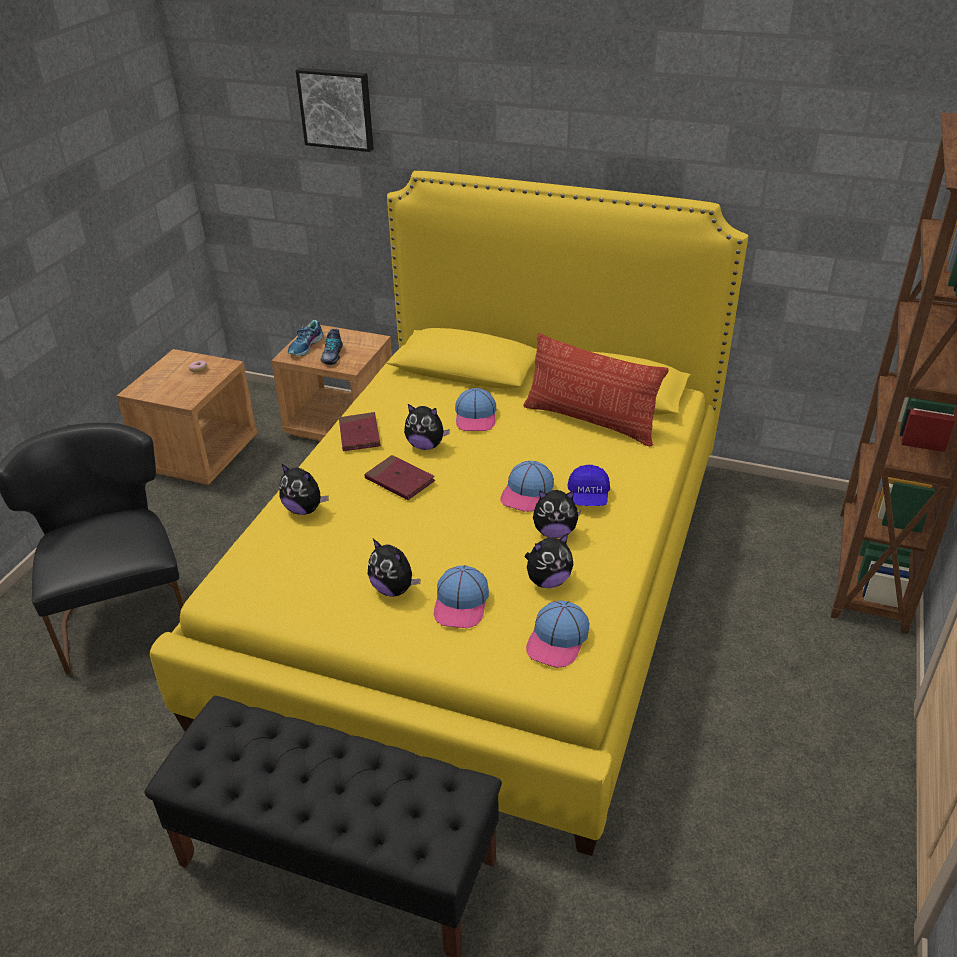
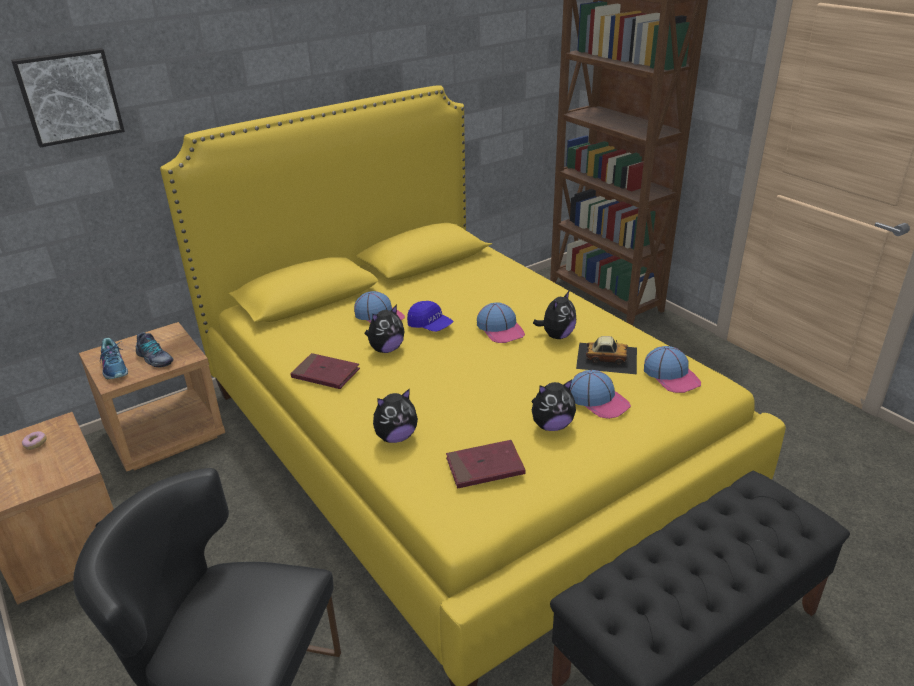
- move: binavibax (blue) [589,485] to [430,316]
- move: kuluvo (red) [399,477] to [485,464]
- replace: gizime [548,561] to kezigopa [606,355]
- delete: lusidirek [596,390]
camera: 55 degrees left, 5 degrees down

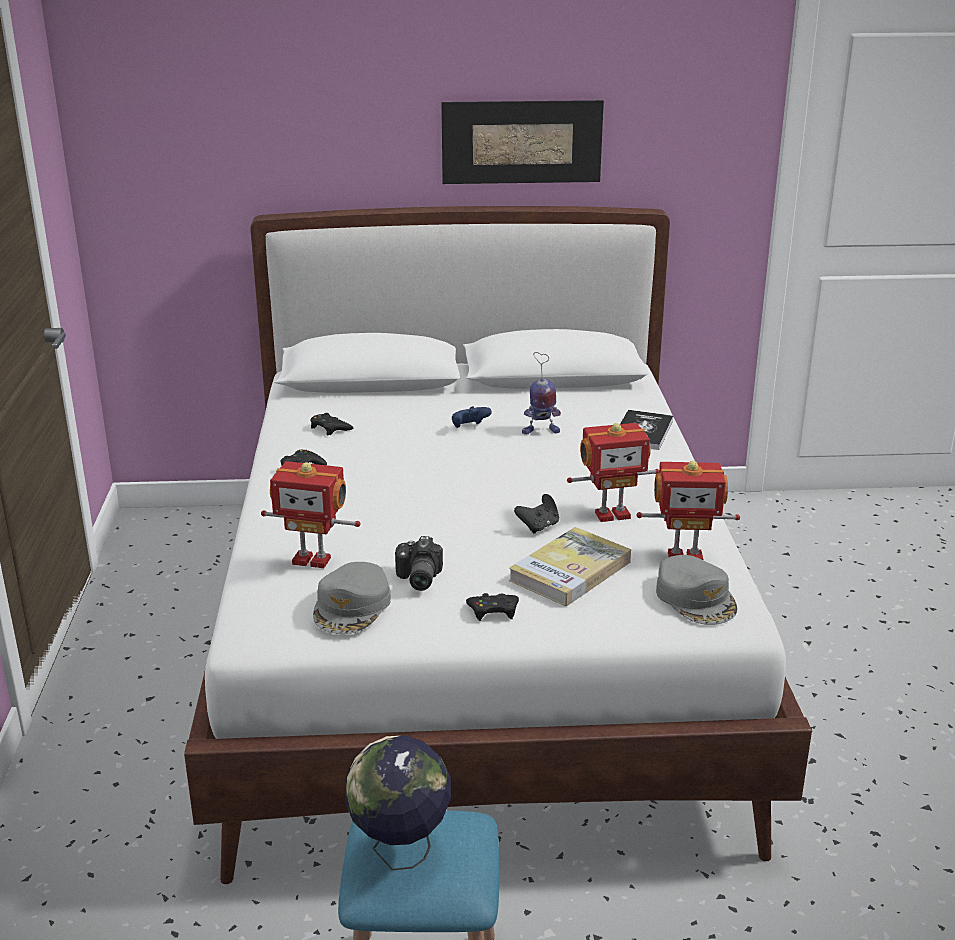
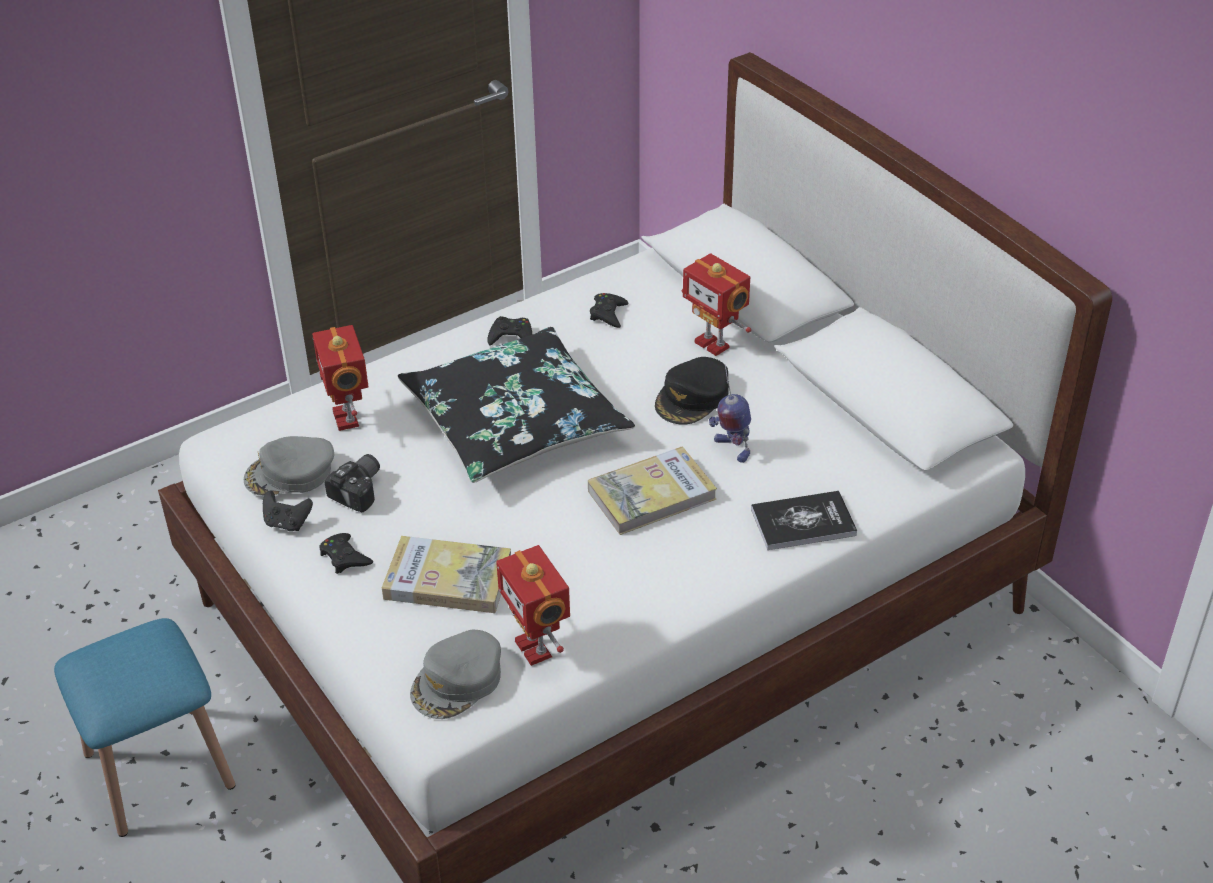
- move: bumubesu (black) [536,514] to [288,510]
- rotate: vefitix [419,563] = [352,483] 150 degrees clockwise
- insert: lusidirek (black) [516,405]
- insert: kuluvo [652,491]
- replace: bumubesu (blue) [472,417] to binavibax (black) [692,391]
- move: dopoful [613,472] to [716,304]
- delete: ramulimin [398,802]
- delete: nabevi [522,142]
camera: 60 degrees right, 15 degrees up

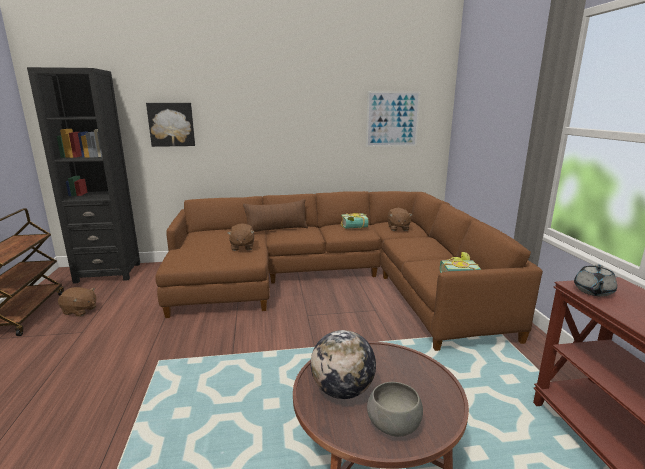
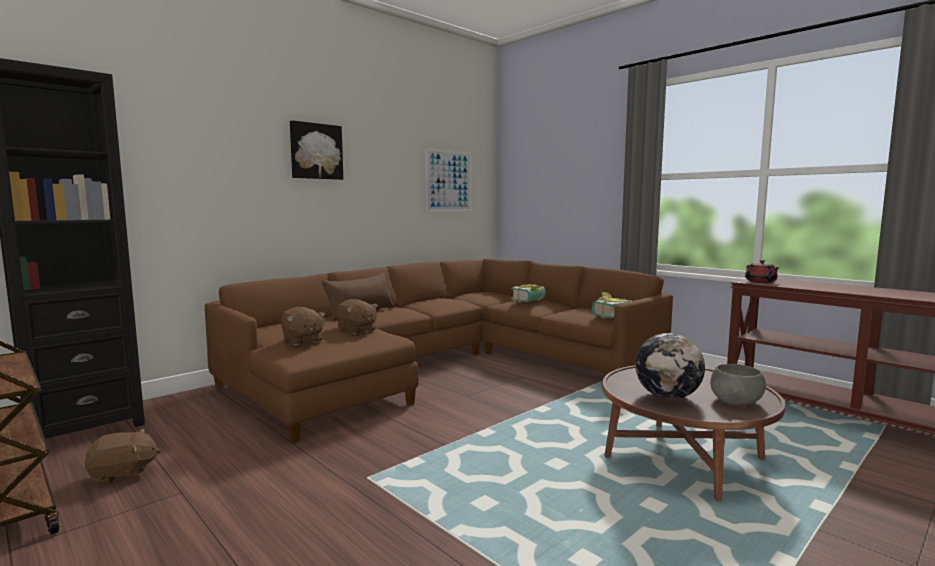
- move: gizime (brown) [400,219] to [303,326]
- move: nabevi [170,125] to [316,150]
- move: kuluvo [355,221] to [528,293]
- recolor: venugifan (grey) [595,280] to venugifan (red) [762,271]
camera: 35 degrees left, 10 degrees down

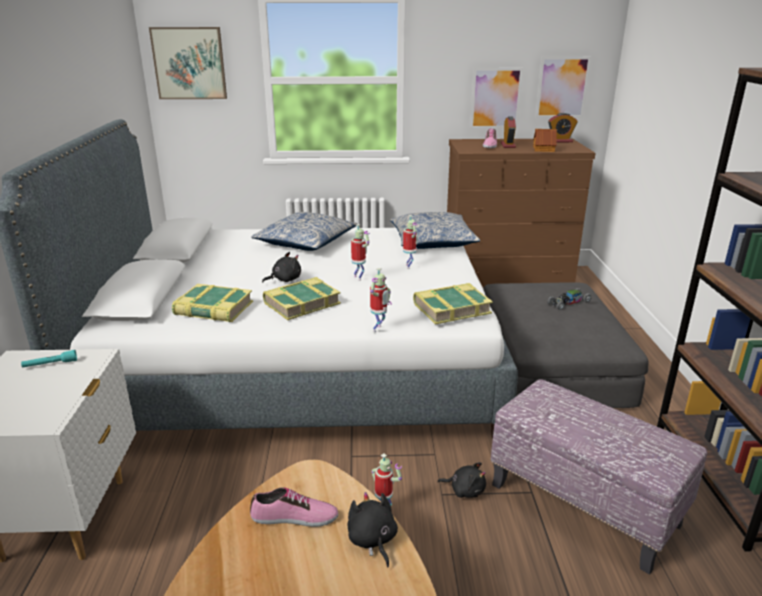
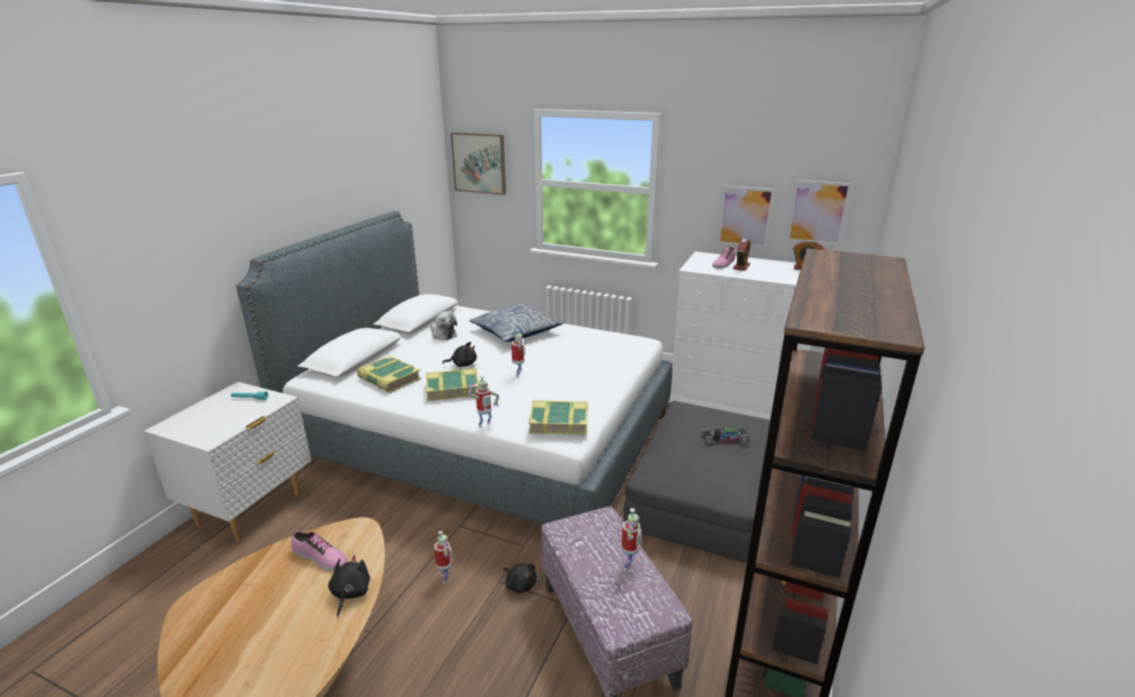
- insert: gizime [443,325]
- move: dopoful [410,242] to [631,539]
- recolor: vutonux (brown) [521,213] to vutonux (white) [739,335]
- delete: lusidirek [435,230]
- delete: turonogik [545,140]
camera: 25 degrees right, 0 degrees up

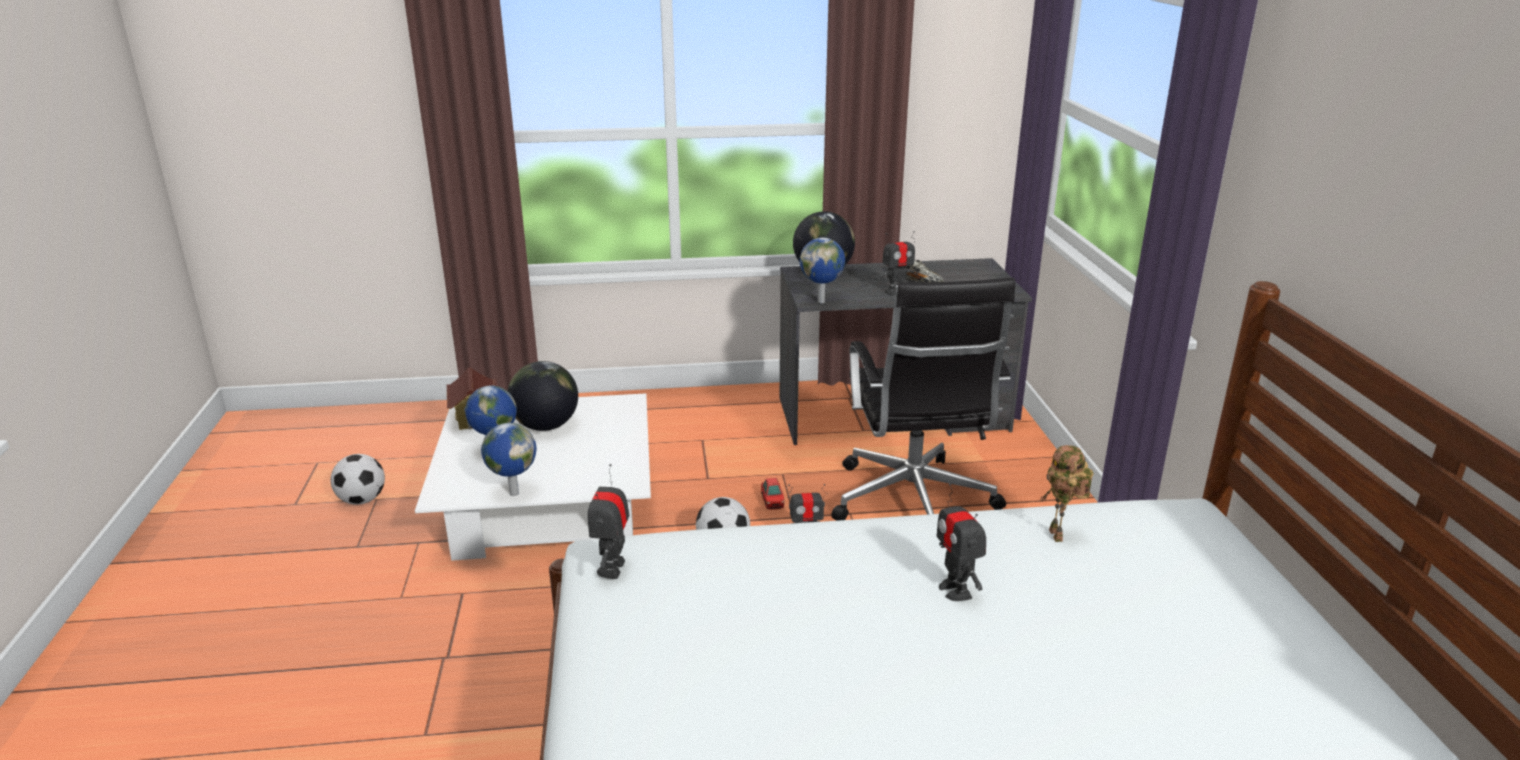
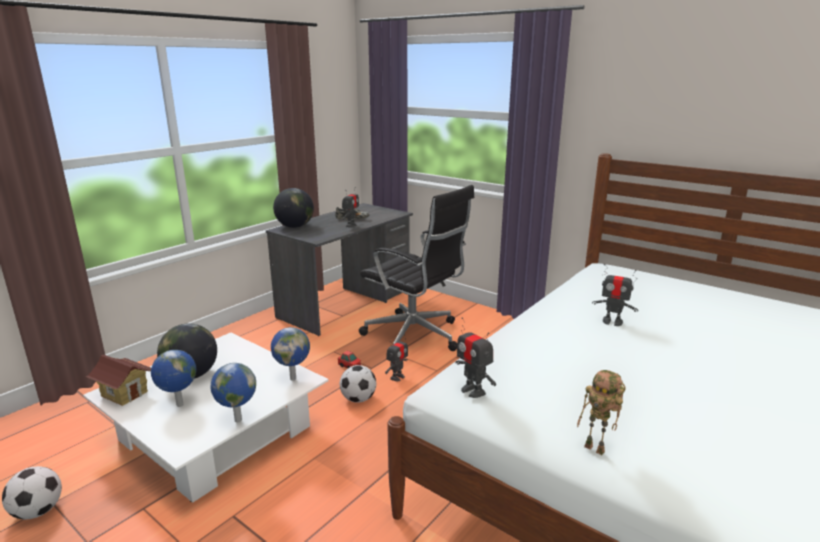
- move: ramulimin [822,270] to [290,354]
- move: dopoful [1067,493] to [601,412]
camera: 45 degrees left, 5 degrees down

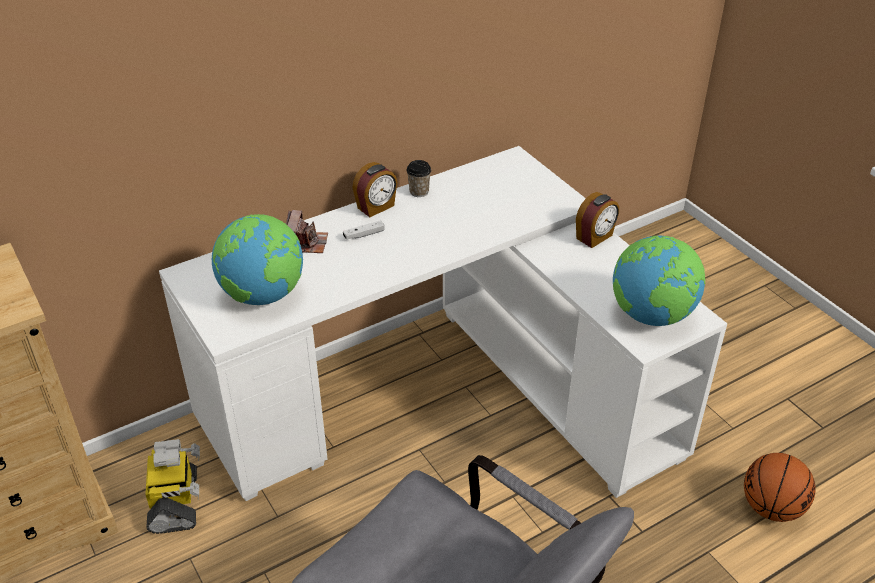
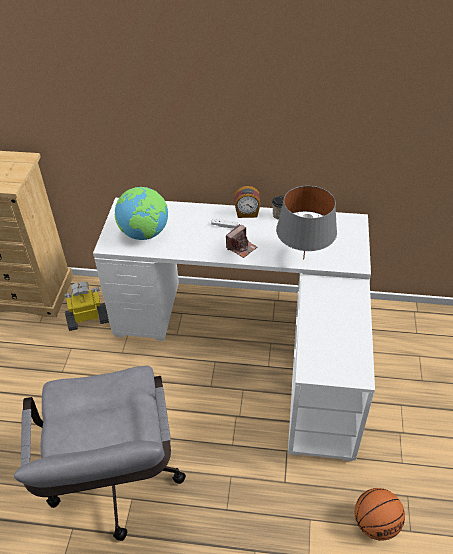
- rotate: dopoful [172,486] = [87,306] 135 degrees counterclockwise
- move: vefitix [307,231] to [241,241]
- insert: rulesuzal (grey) [306,223]
- delete: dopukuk [597,220]
- delete: ramulimin [659,281]
camera: 40 degrees right, 5 degrees up

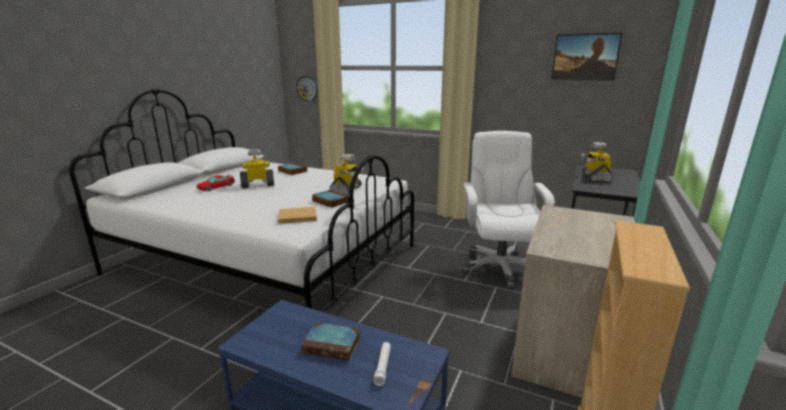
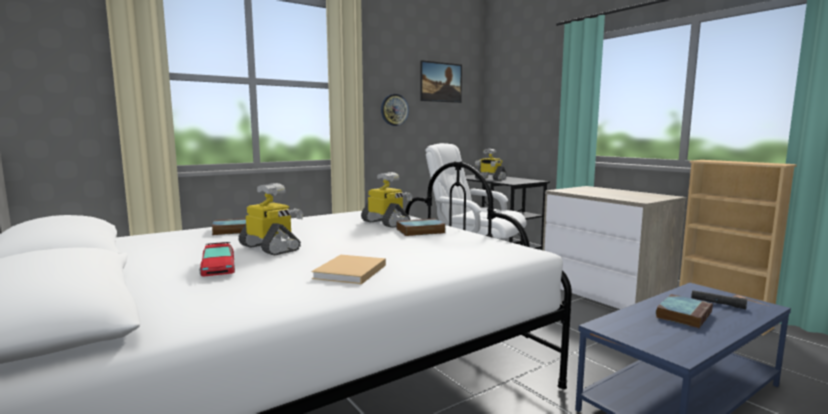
- rotate: dopoful [257,168] = [270,219] 120 degrees clockwise
- move: kuluvo (beige) [297,215] to [348,269]
- move: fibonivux [307,89] to [395,110]
- recolor: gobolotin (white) [382,364] to gobolotin (black) [719,299]
camera: 60 degrees left, 10 degrees down

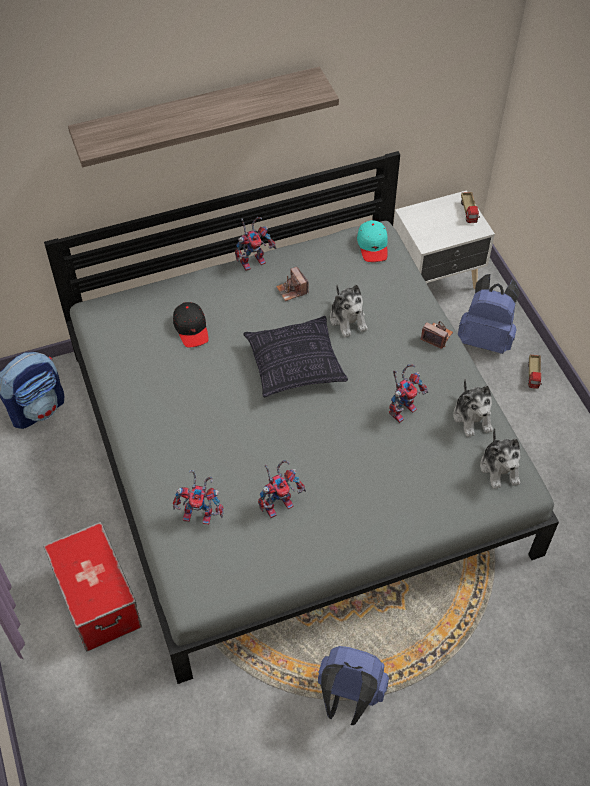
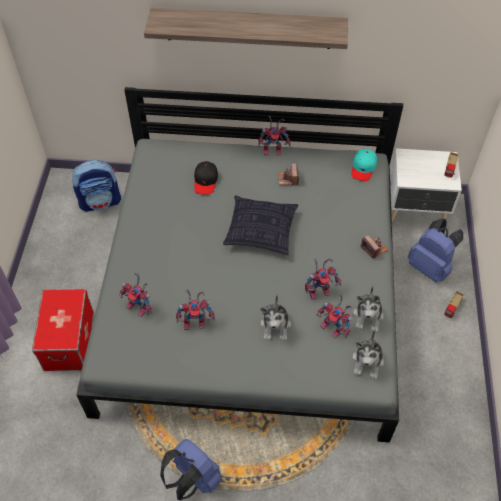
- move: gizime [349,310] to [275,318]
- insert: dopoful [334,316]
camera: 25 degrees right, 0 degrees up

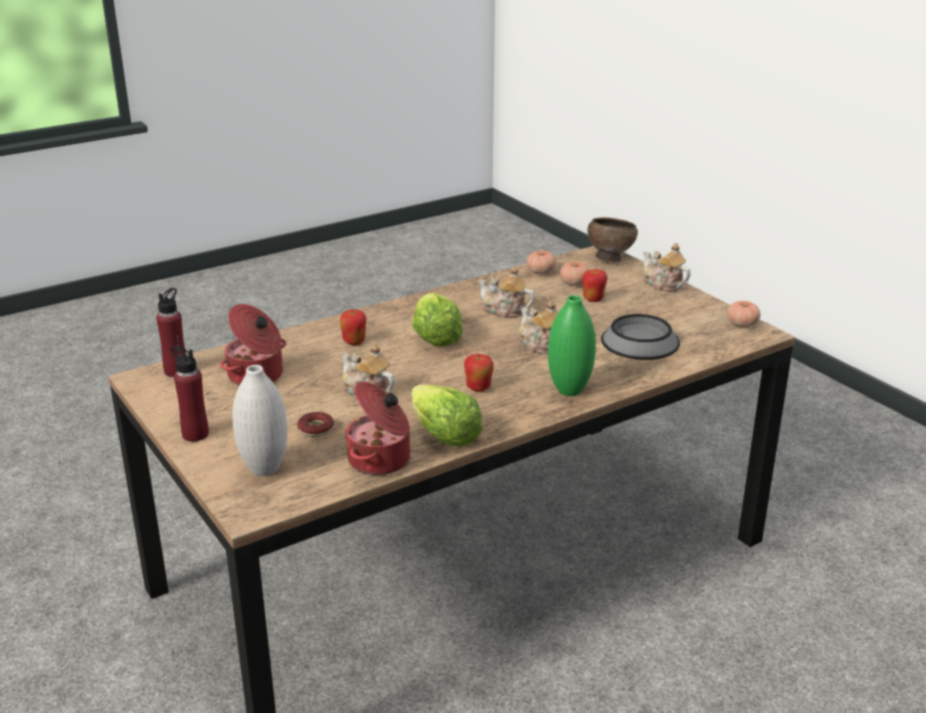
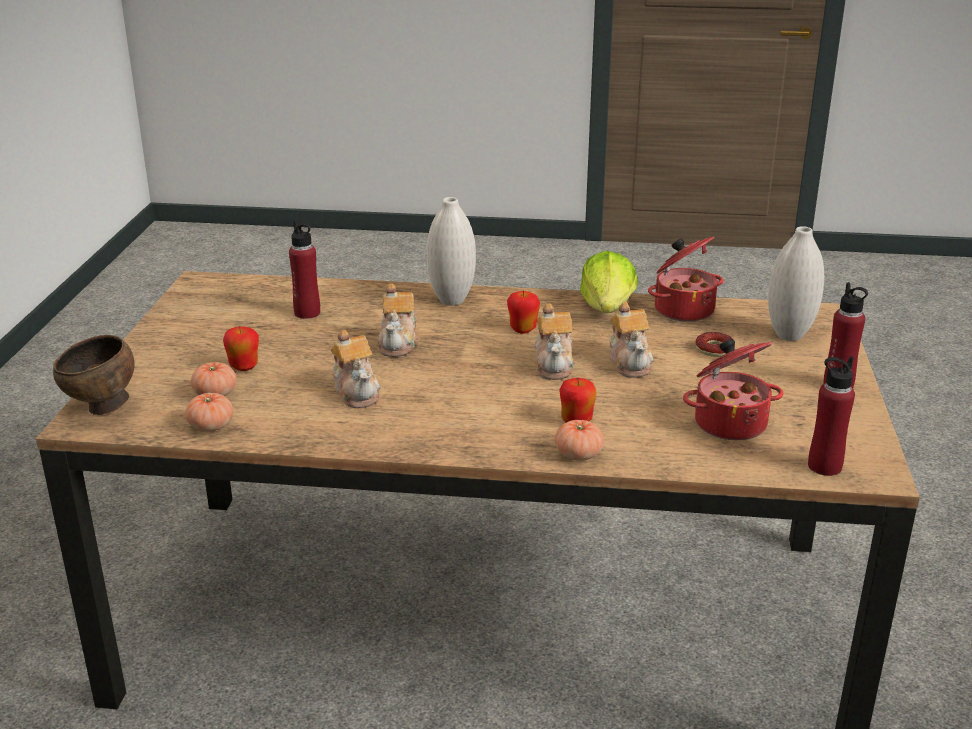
- replace: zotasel [640,337] to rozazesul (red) [304,269]
- recolor: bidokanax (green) [572,345] to bidokanax (white) [451,251]
- move: venugifan [667,267] to [555,341]
- move: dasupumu [744,314] to [579,440]
- delete: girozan [437,319]
camera: 140 degrees left, 0 degrees up

